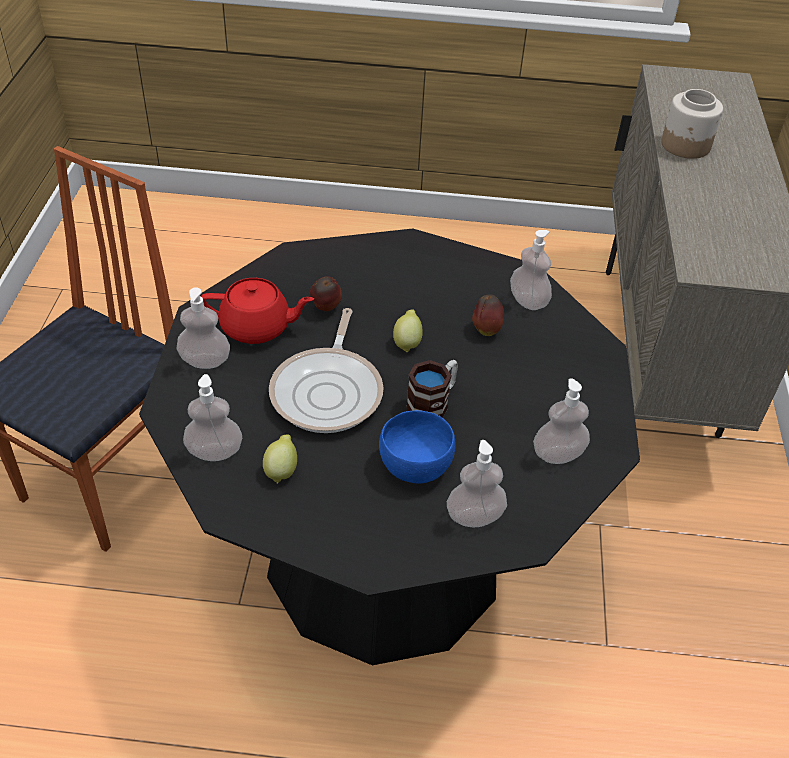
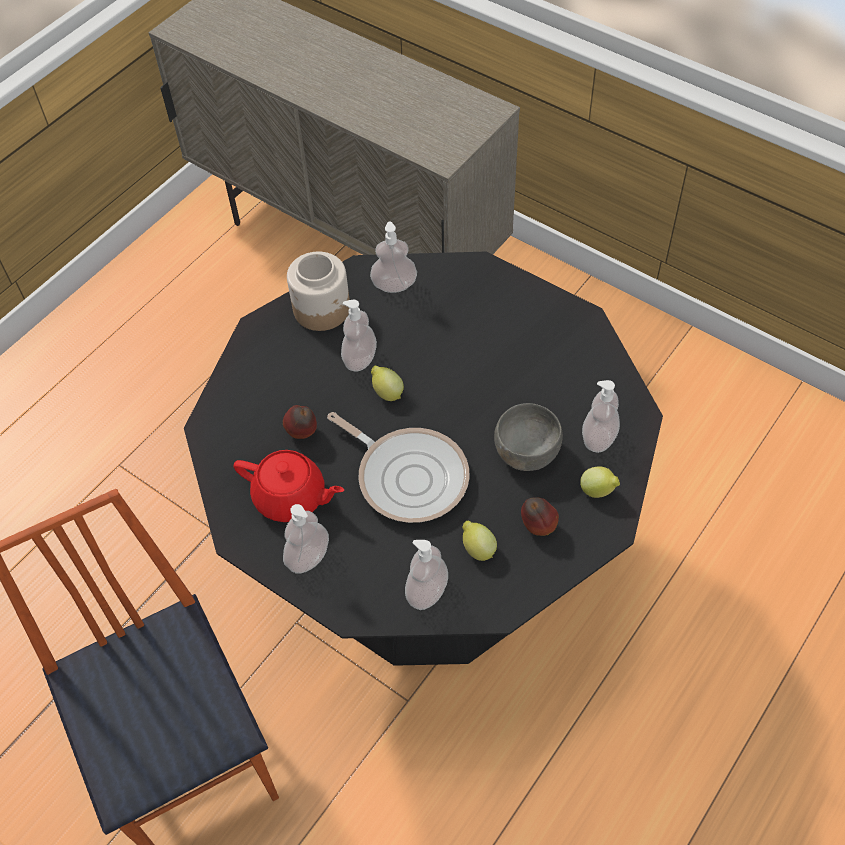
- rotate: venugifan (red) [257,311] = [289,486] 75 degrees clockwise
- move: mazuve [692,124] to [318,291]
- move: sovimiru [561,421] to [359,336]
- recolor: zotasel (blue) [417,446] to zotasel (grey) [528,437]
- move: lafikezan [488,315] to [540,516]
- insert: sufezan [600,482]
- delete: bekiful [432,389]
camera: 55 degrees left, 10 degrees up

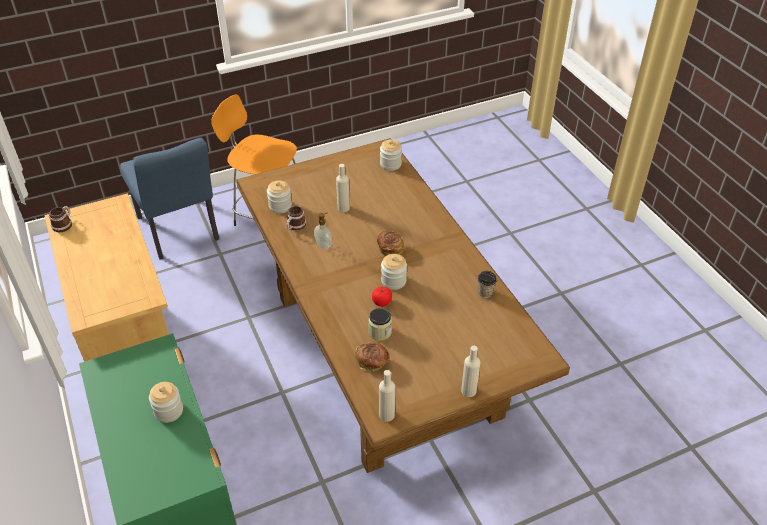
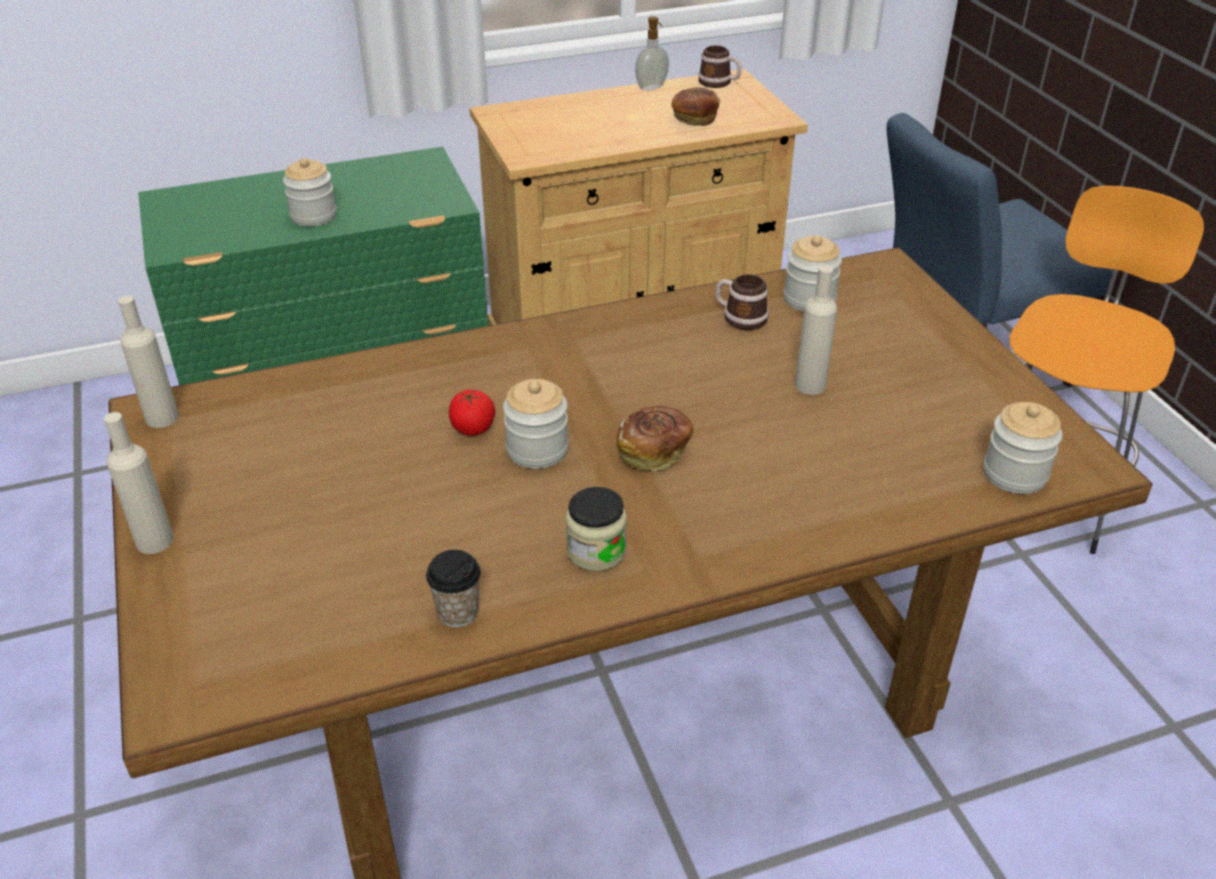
- move: mazuve [380,324] to [596,529]
- move: sovimiru [323,231] to [652,53]
- move: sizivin [372,357] to [696,106]
camera: 95 degrees right, 5 degrees down

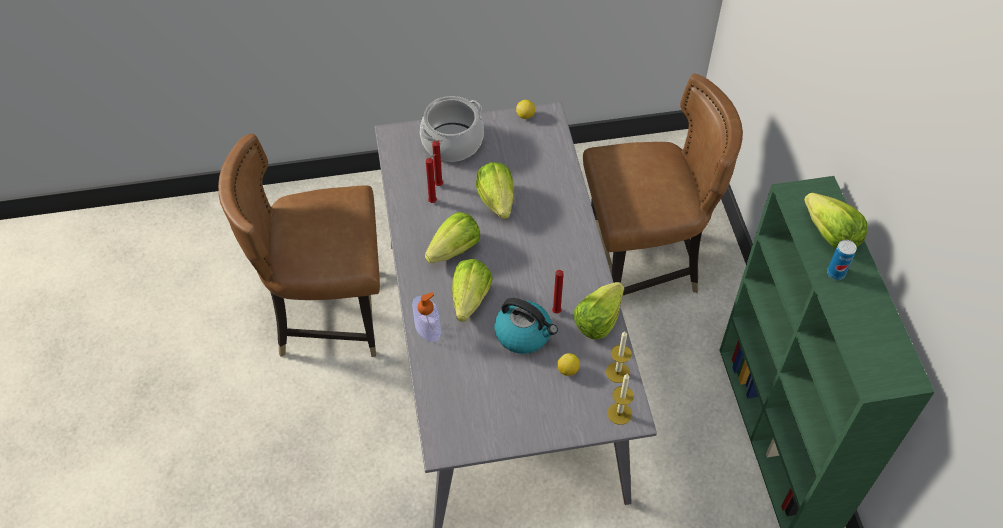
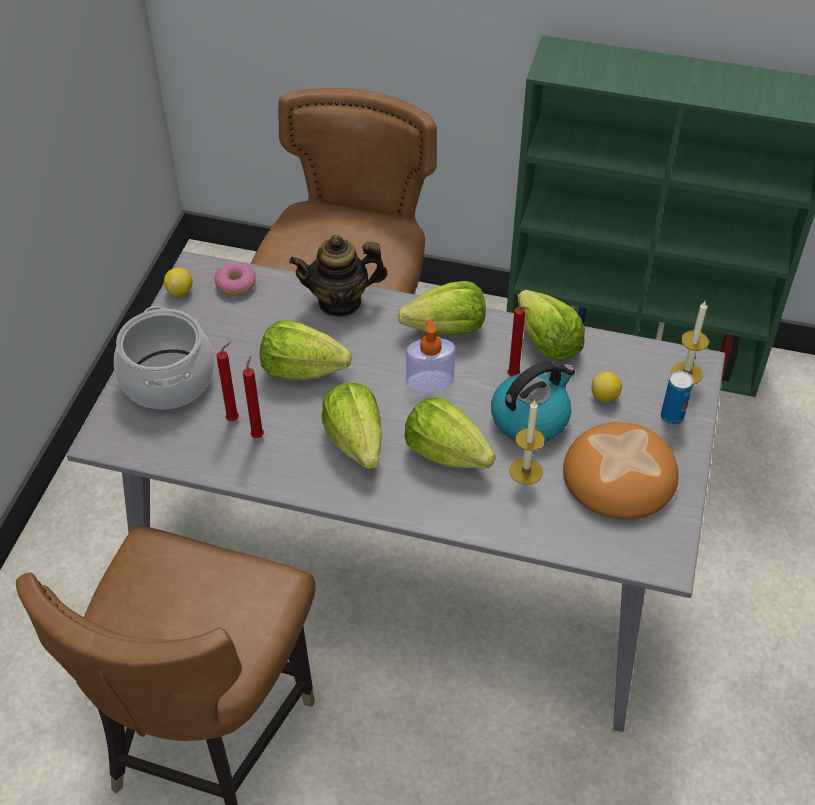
- insert: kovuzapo [235,279]
- insert: venugifan [338,276]
- move: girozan [835,221] to [442,308]
- move: sovimiru [426,317] to [431,356]
- move: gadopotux [619,357] to [527,442]
- insert: sizivin [621,471]
- move: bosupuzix [842,260] to [677,398]
camera: 65 degrees left, 5 degrees down

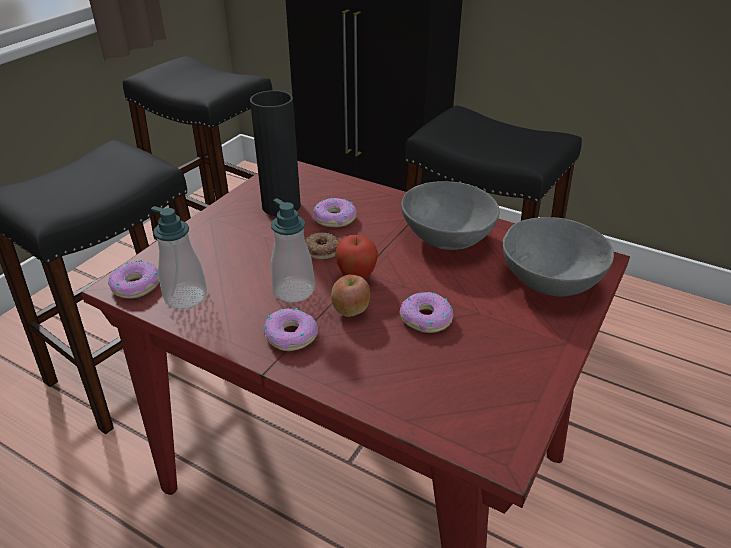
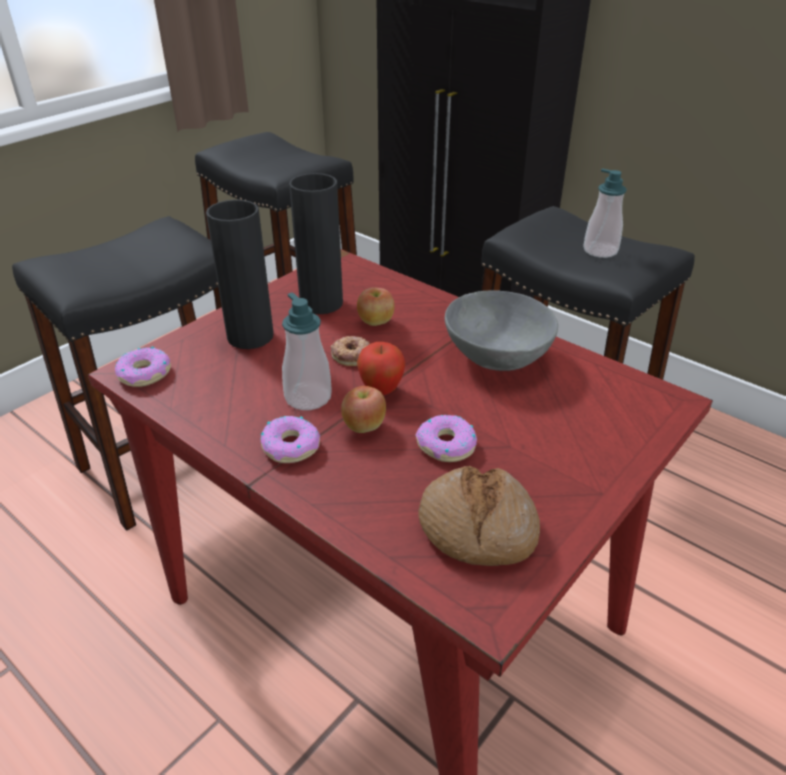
- insert: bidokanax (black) [240,274]
- replace: kovuzapo [335,212] to lafikezan [376,306]
- insert: sizivin [479,516]
- move: sovimiru [179,257] to [605,213]
- delete: zotasel (grey) [558,256]
camera: 10 degrees right, 0 degrees up

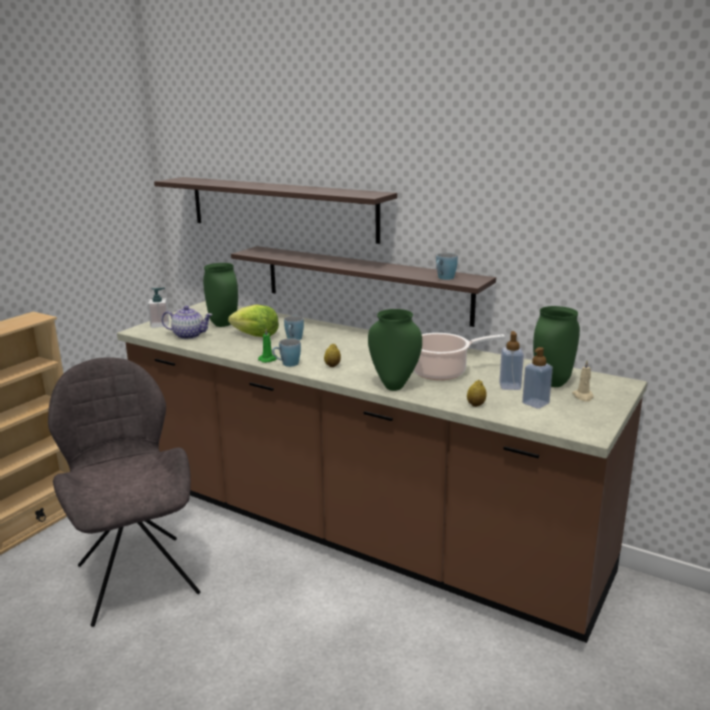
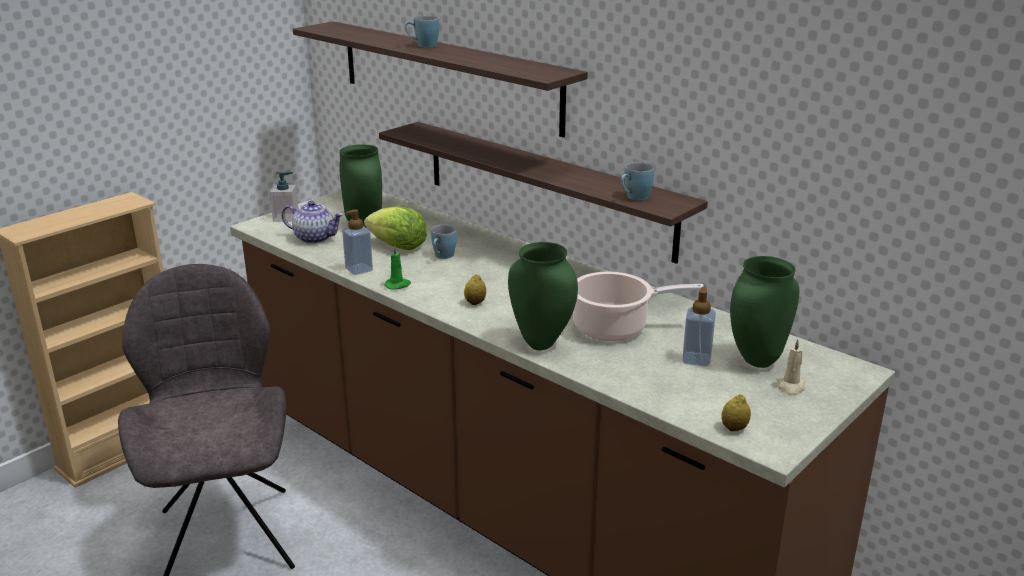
- move: sovimiru [537,378] to [357,242]
- move: bekiful (blue) [286,352] to [421,31]
- move: sufezan [477,393] to [736,412]
camera: 10 degrees right, 5 degrees up

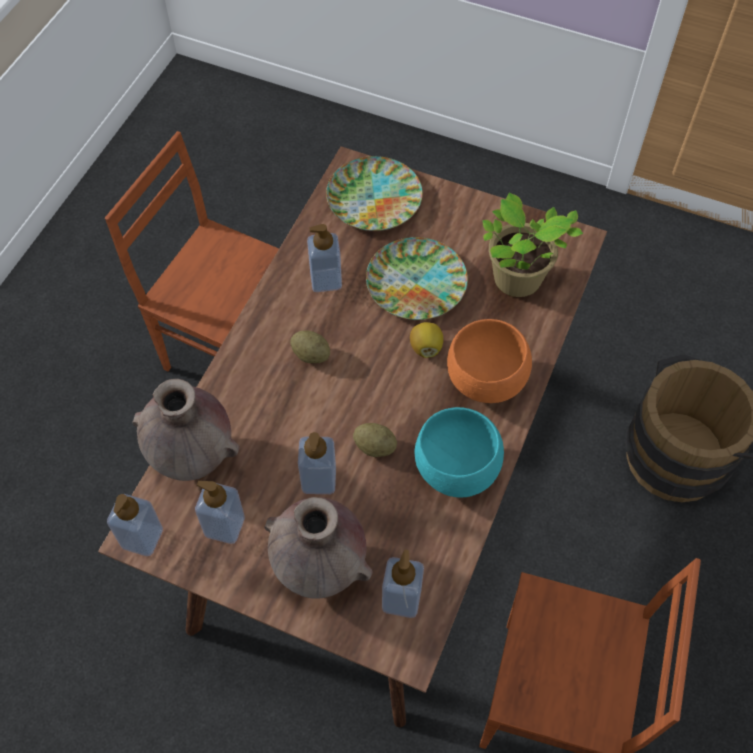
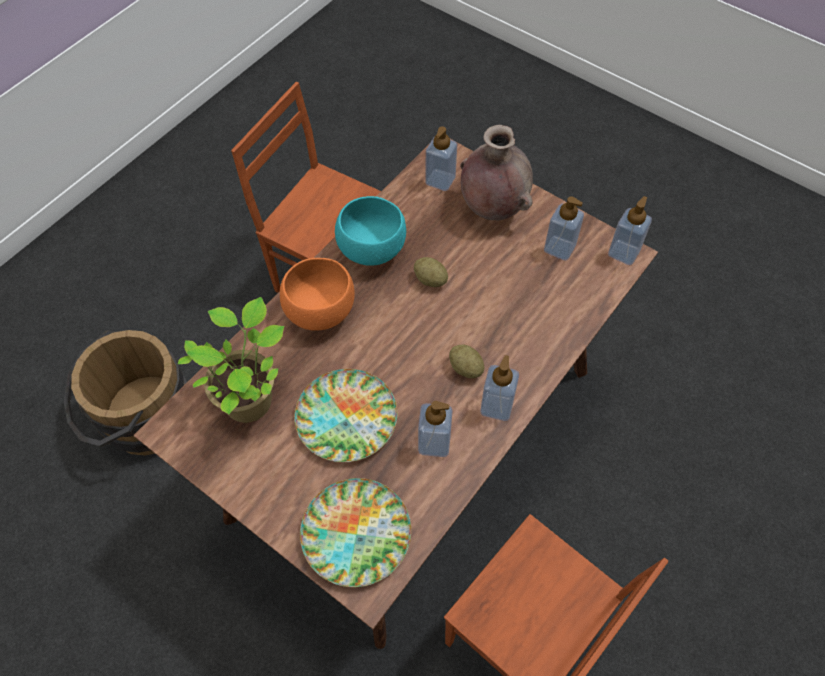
- move: sovimiru [317,463] to [499,388]
- delete: bidokanax (brown) [185,430]
- delete: sufezan [426,340]
camera: 165 degrees left, 0 degrees up

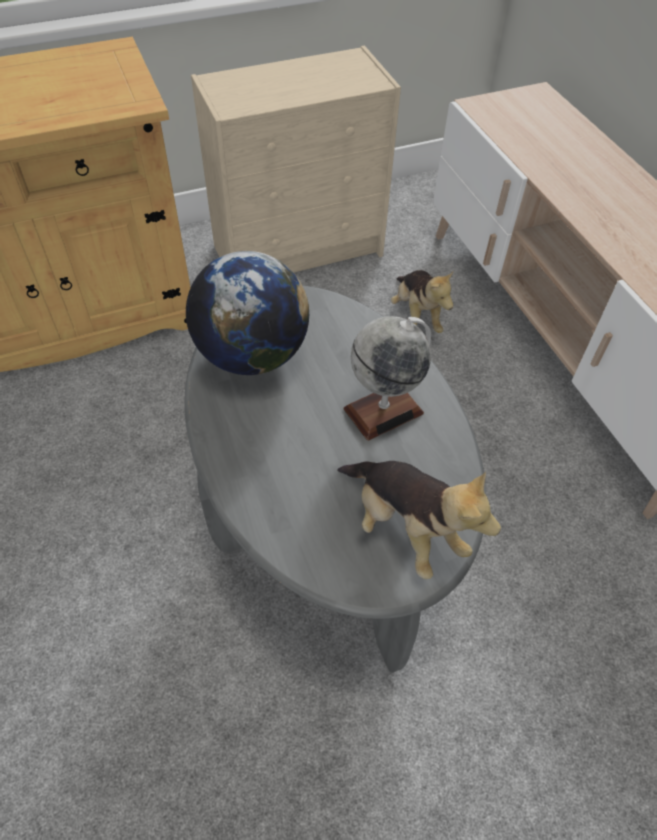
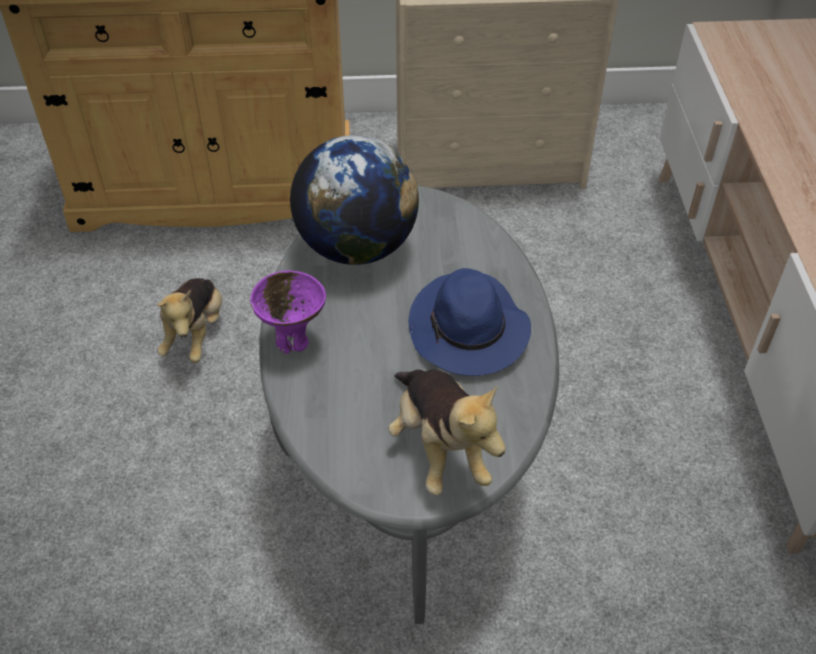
- move: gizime [422,301] to [189,320]
- insert: zotasel (purple) [288,312]
- replace: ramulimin [387,378] to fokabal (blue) [469,322]
camera: 20 degrees right, 5 degrees down

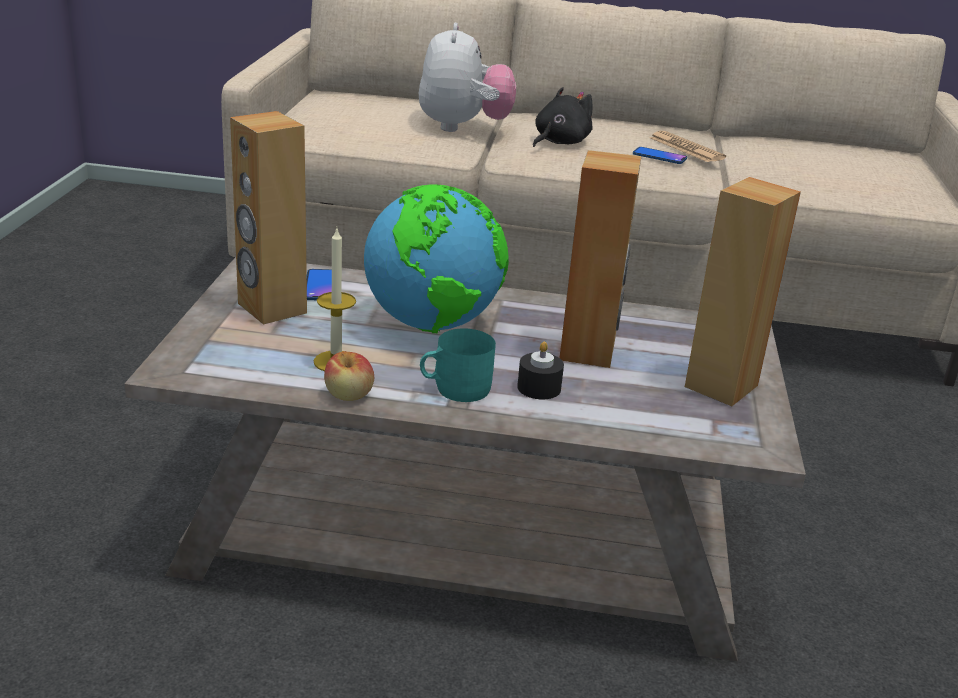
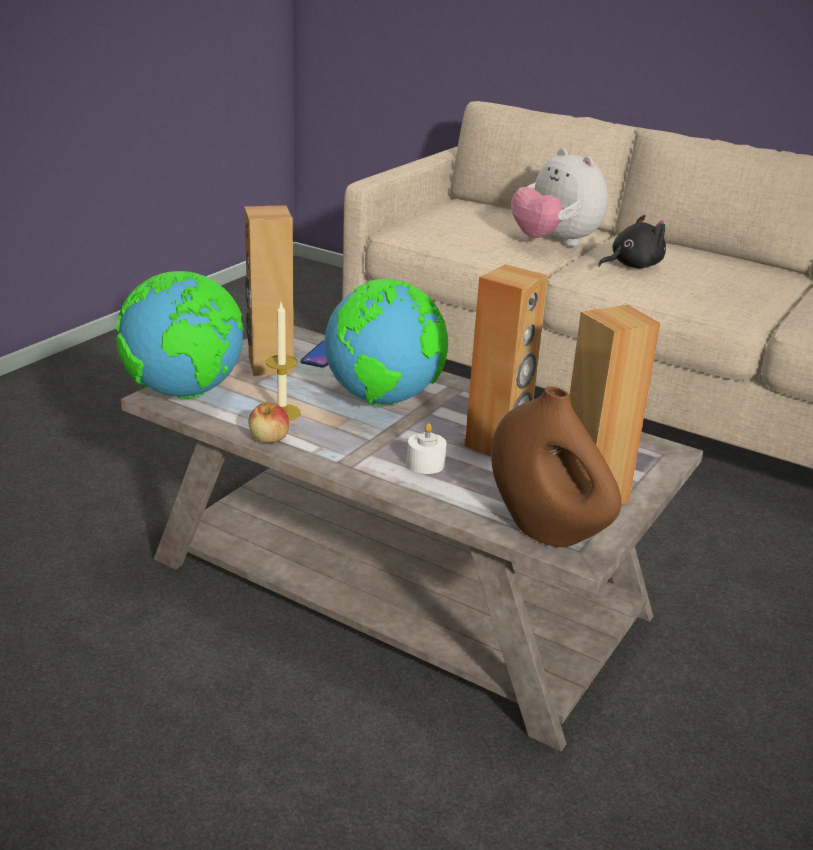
- insert: ramulimin [180,335]
- recolor: gadopotux (black) [540,370] to gadopotux (white) [427,448]
- insert: bidokanax (brown) [556,466]
- rotate: gizime [467,77] = [559,197] 120 degrees clockwise
- delete: bekiful (turquoise) [458,365]
- delete: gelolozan [660,155]
- delete: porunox [688,146]
camera: 25 degrees right, 0 degrees up

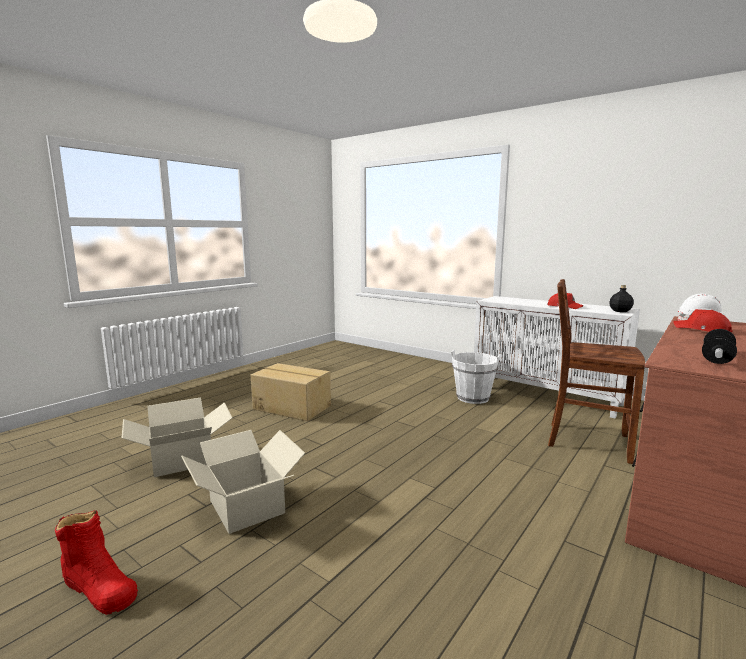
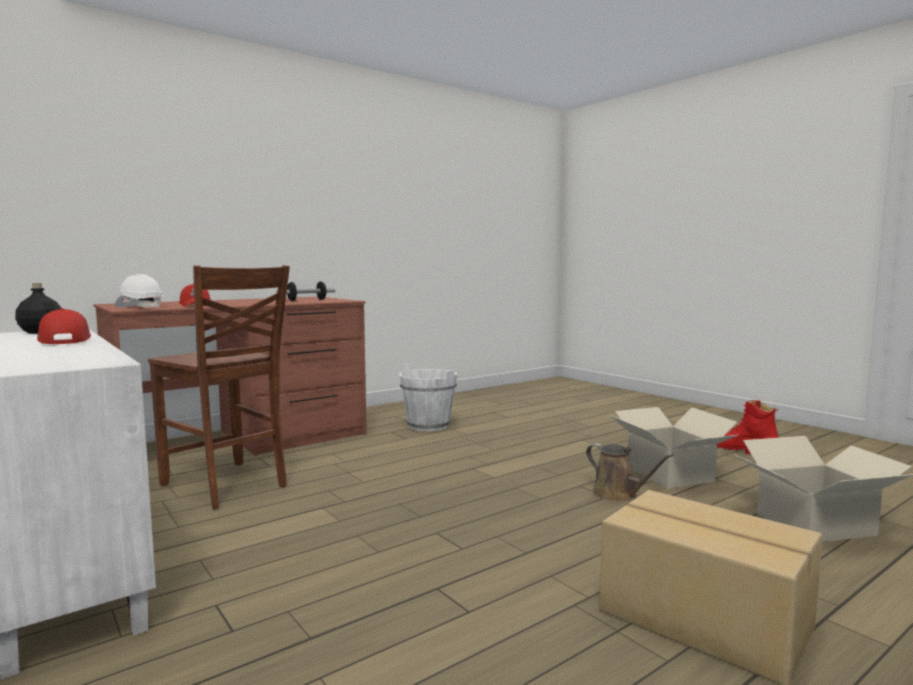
- move: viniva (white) [475,377] to [428,397]
- insert: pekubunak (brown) [630,472]
camera: 165 degrees left, 5 degrees down

